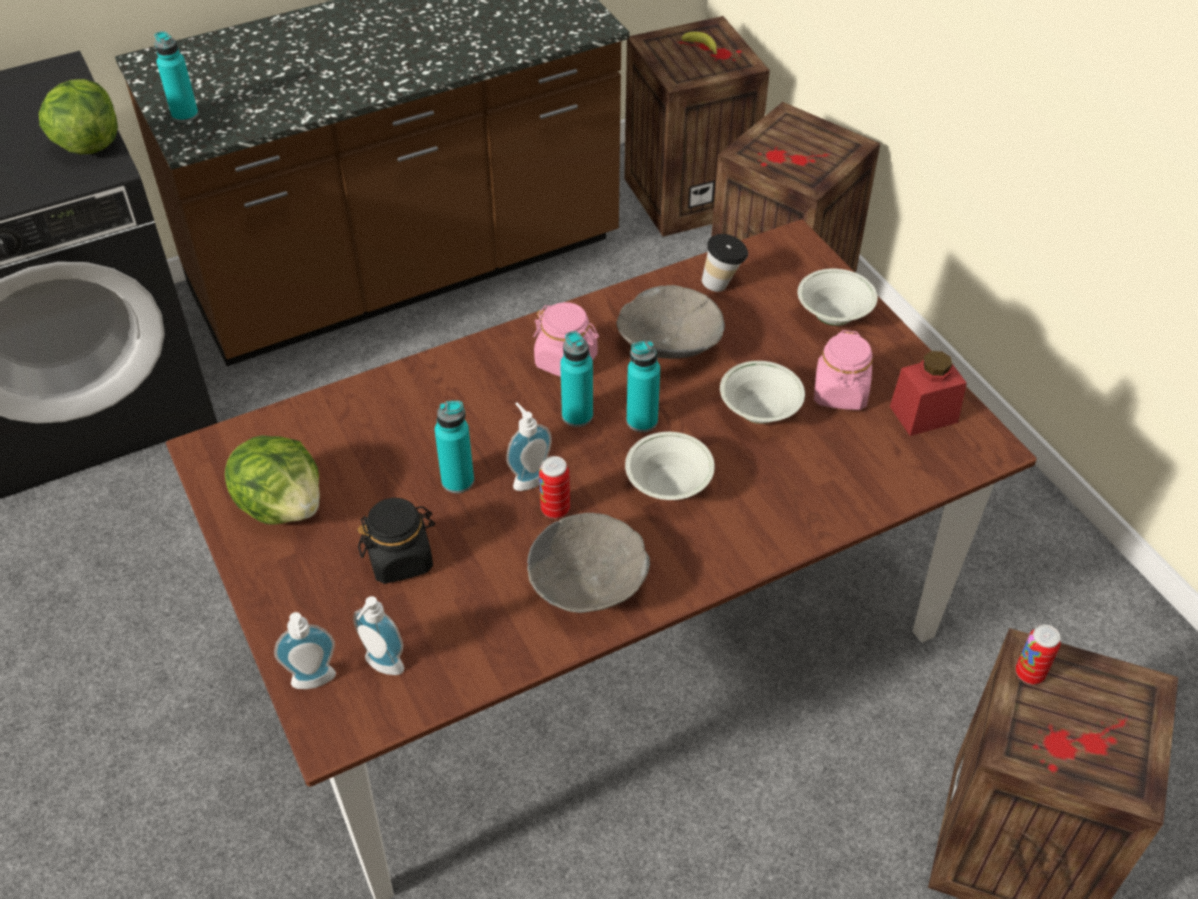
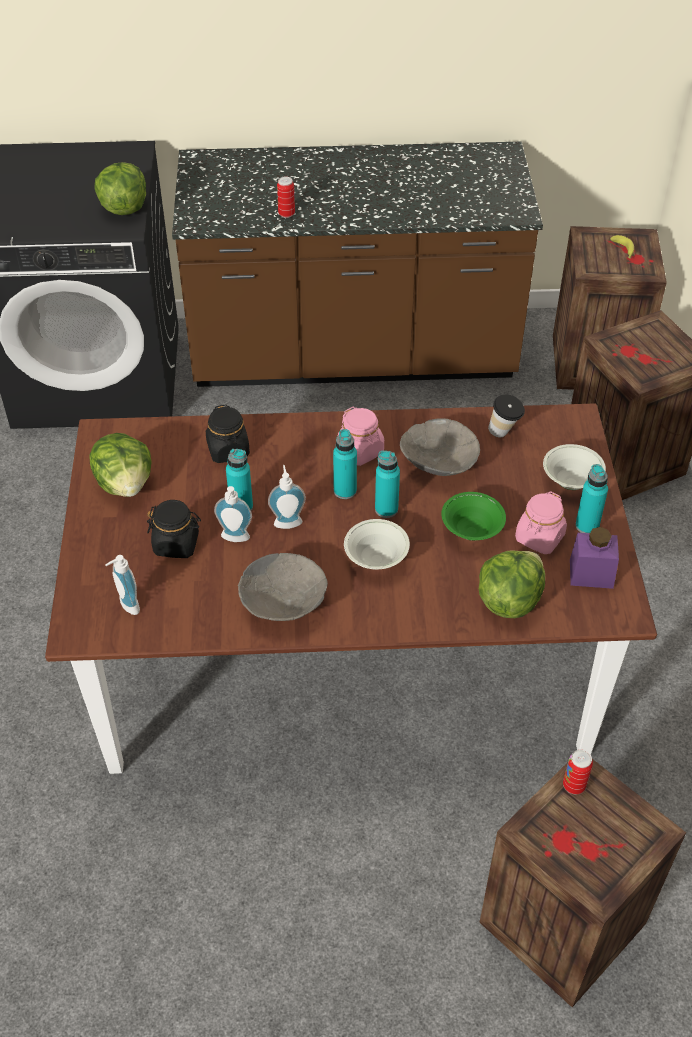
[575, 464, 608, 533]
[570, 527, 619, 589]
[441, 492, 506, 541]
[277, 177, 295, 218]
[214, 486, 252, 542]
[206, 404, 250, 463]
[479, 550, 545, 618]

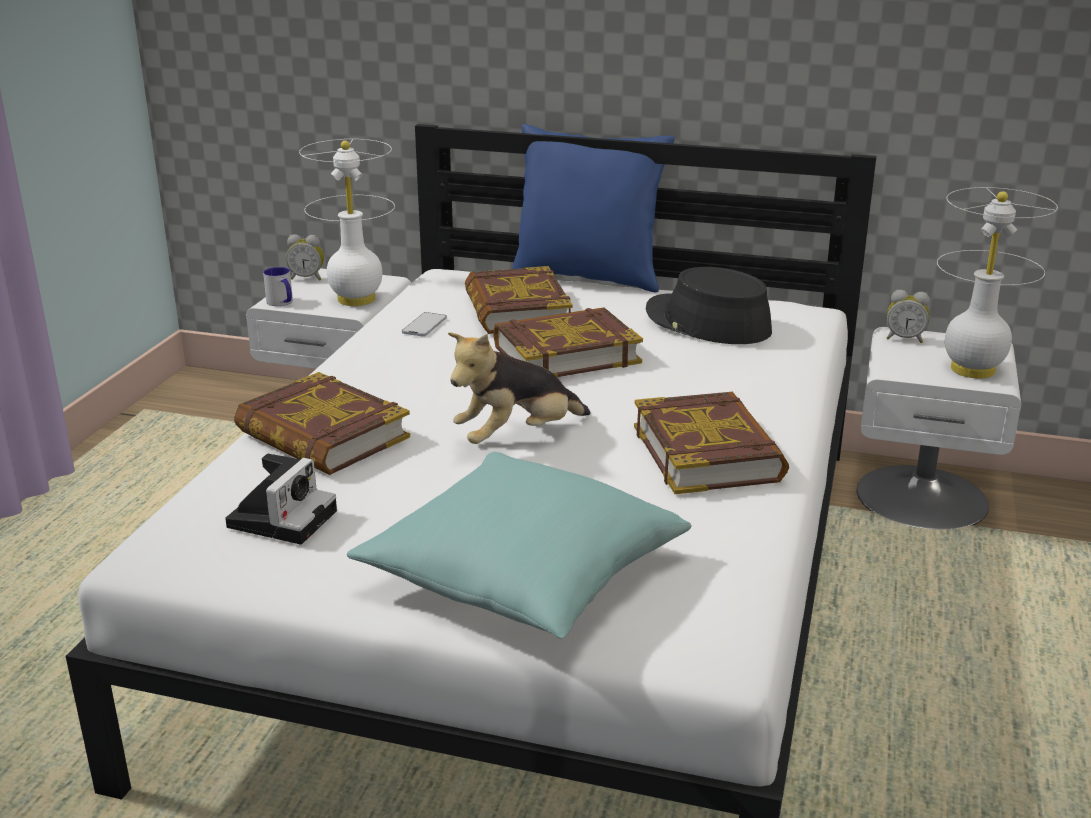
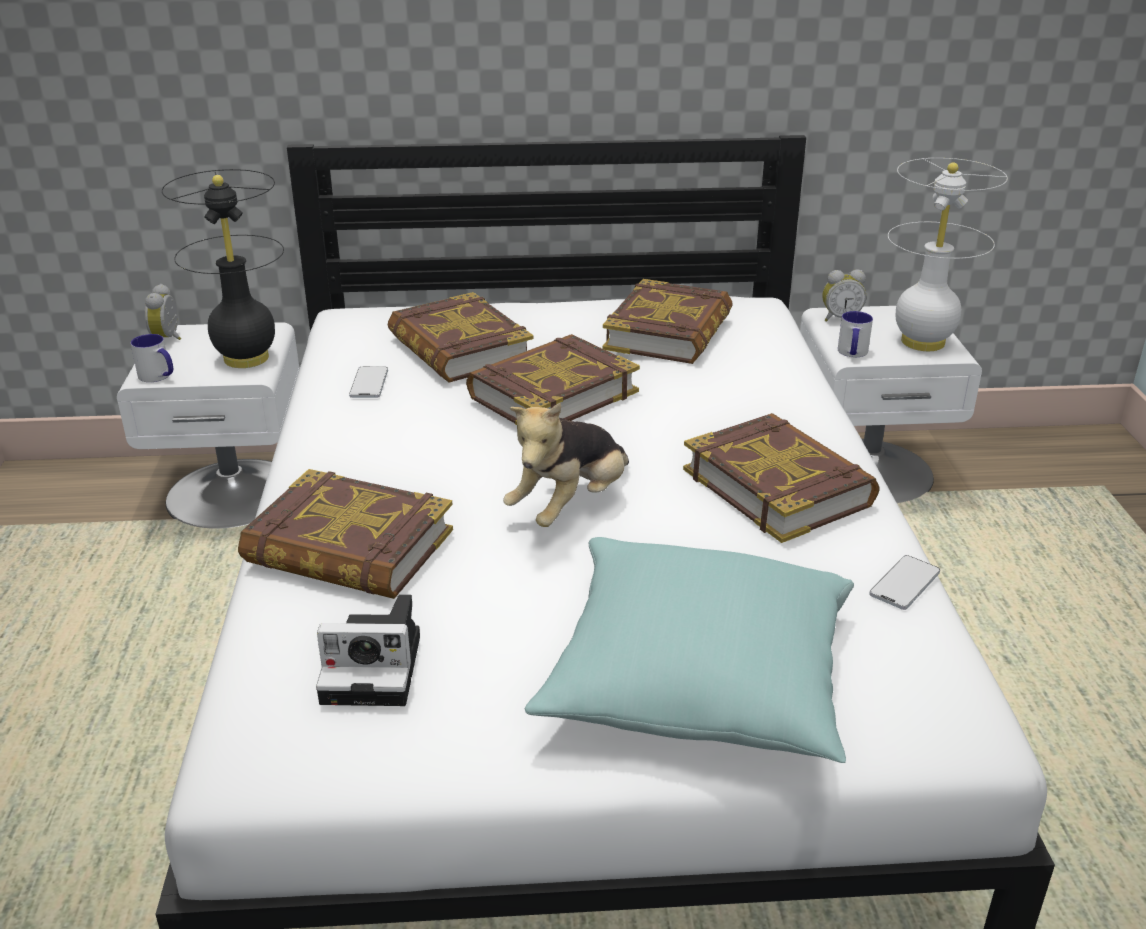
[512, 124, 675, 292] (first image)
[162, 169, 284, 368]
[145, 284, 181, 340]
[602, 279, 733, 364]
[316, 594, 420, 706]
[838, 311, 873, 357]
[869, 555, 940, 610]

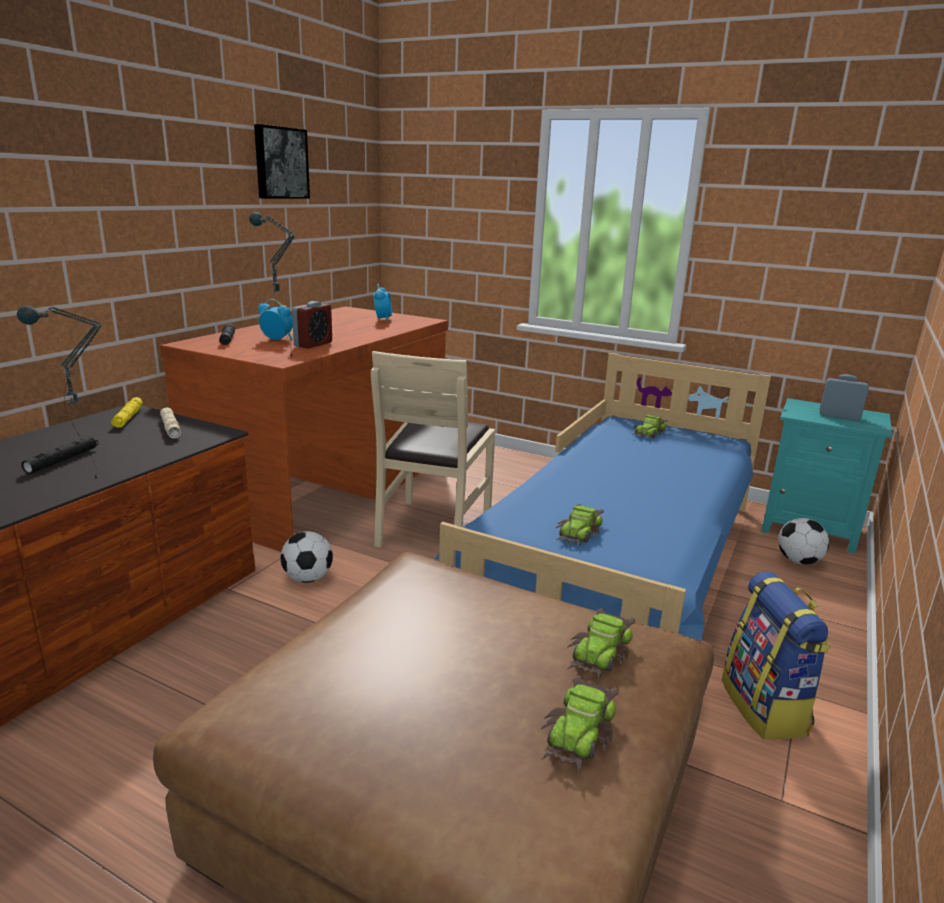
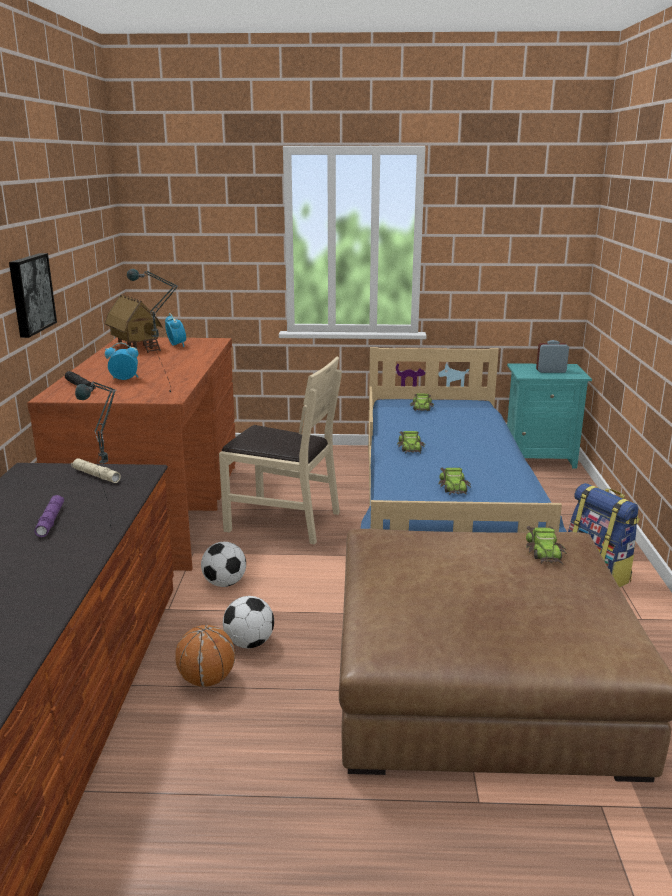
[9, 253, 57, 338]
[292, 301, 332, 349] (first image)
[219, 357, 342, 545]
[111, 397, 143, 428] (first image)
[34, 495, 64, 537]
[223, 596, 274, 648]
[397, 431, 425, 453]
[105, 295, 163, 353]
[175, 625, 235, 687]

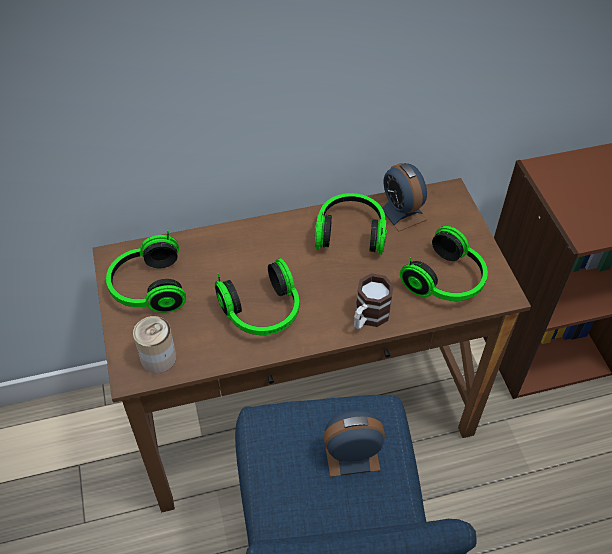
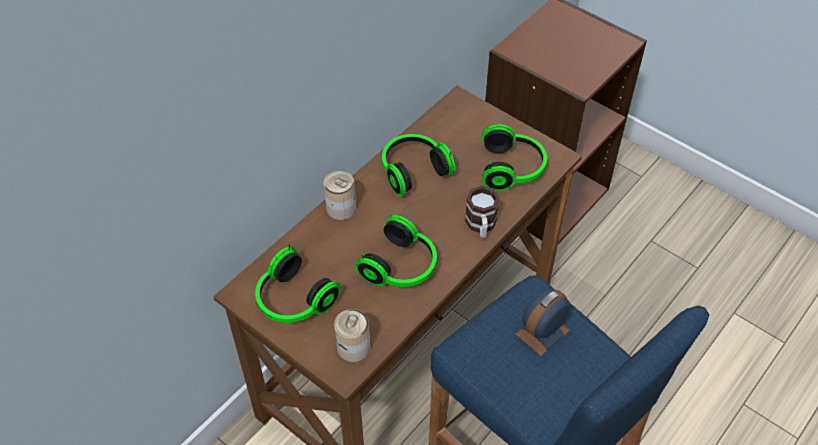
[378, 163, 427, 232] (first image)
[324, 171, 356, 220]

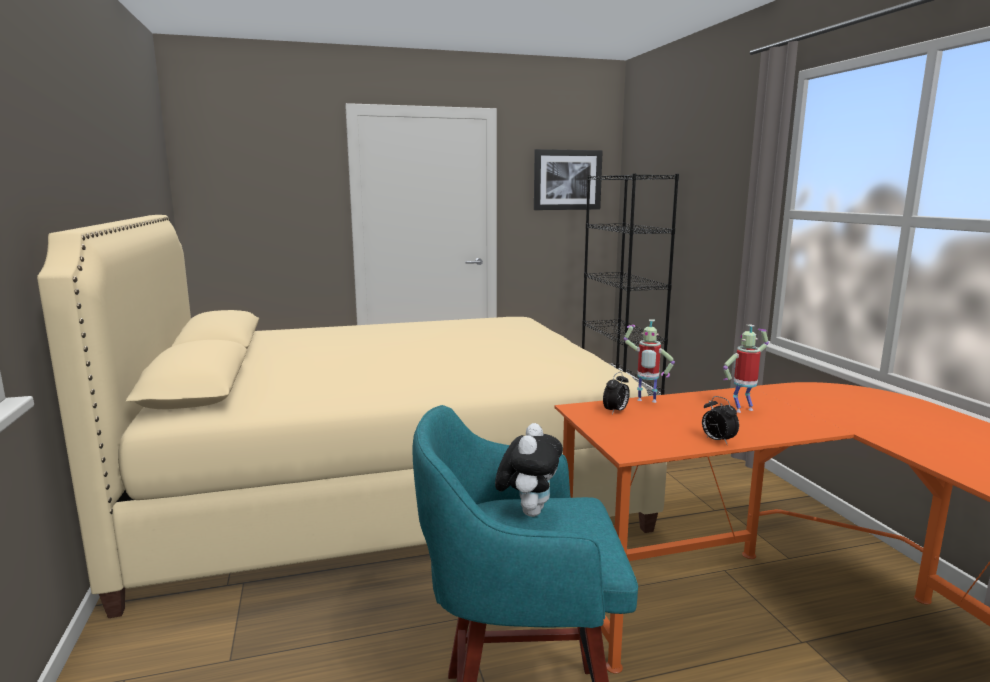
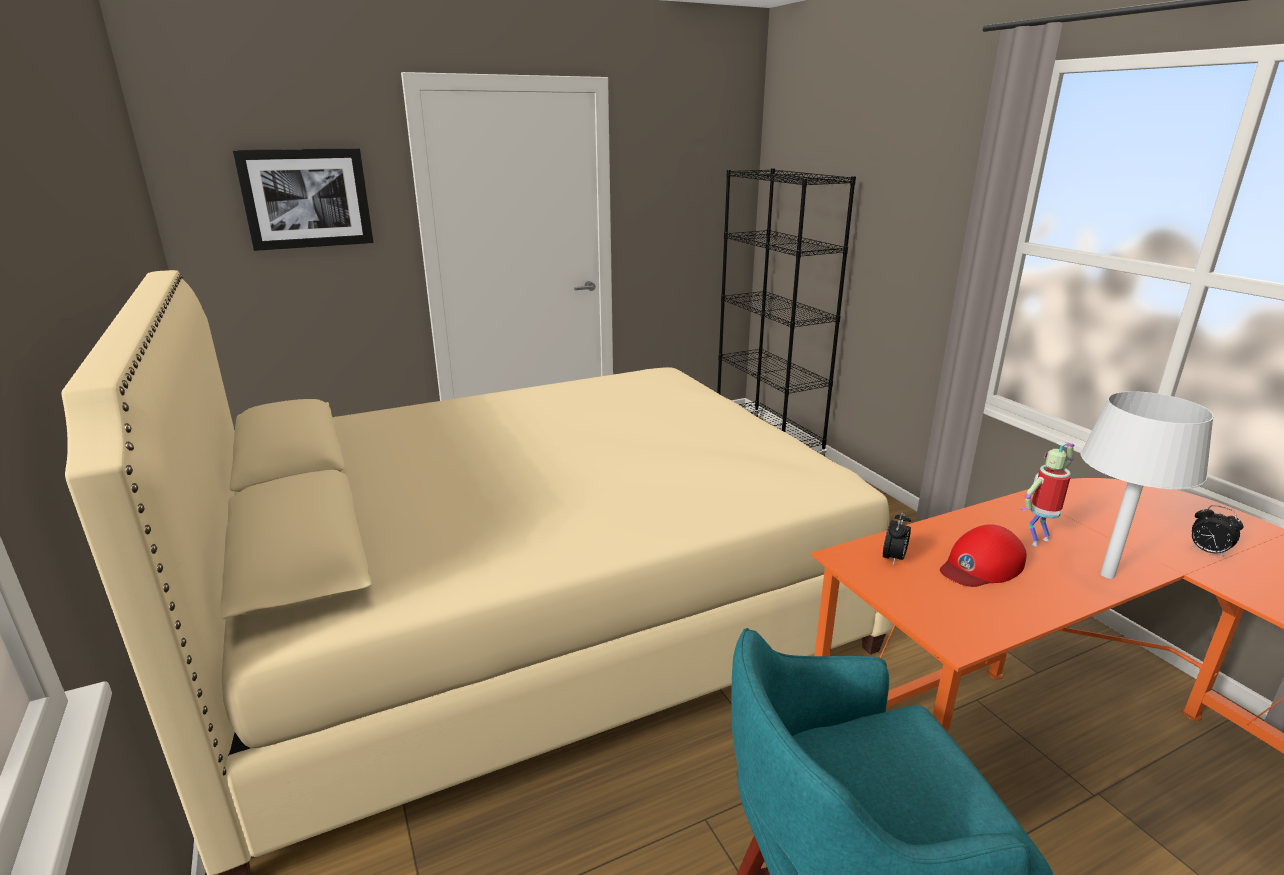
[233, 148, 374, 251]
[624, 319, 675, 403] (first image)
[1192, 505, 1244, 557]
[495, 423, 563, 517] (first image)
[1081, 391, 1214, 579]
[940, 524, 1027, 587]

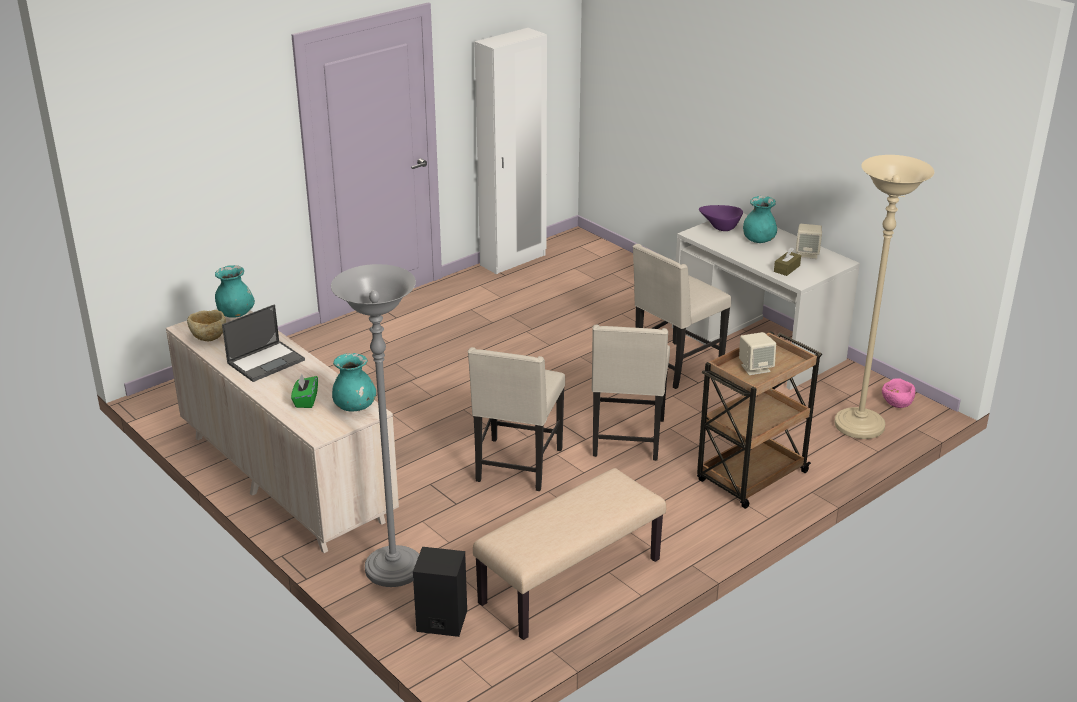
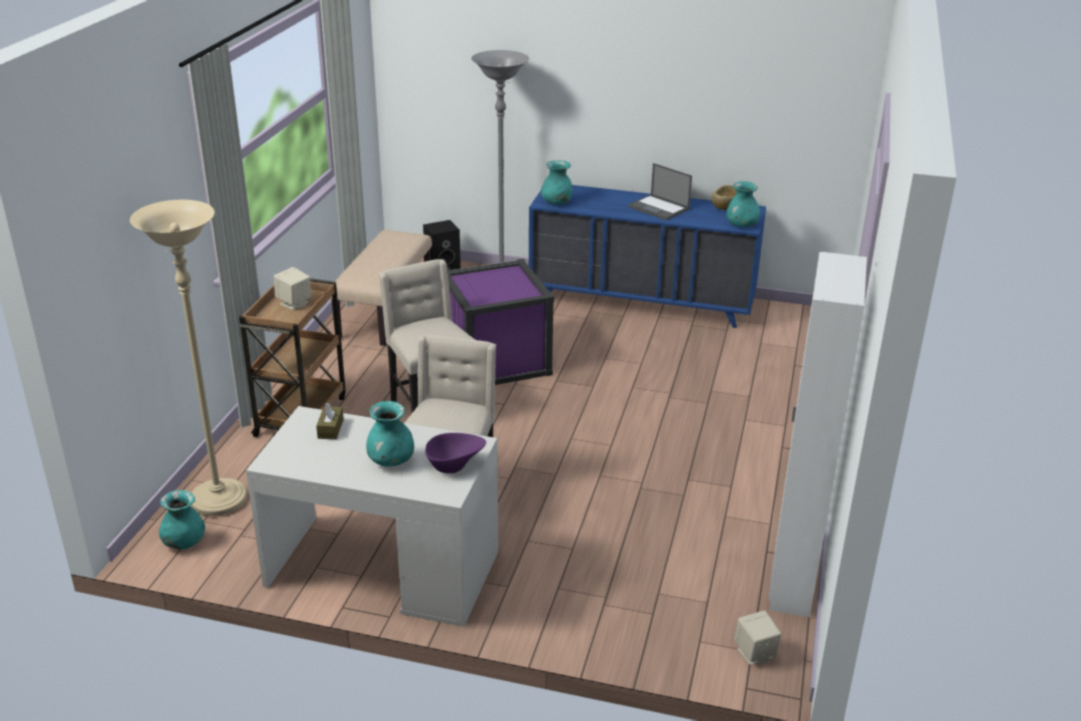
[734, 610, 781, 665]
[628, 163, 692, 221]
[529, 185, 766, 328]
[447, 259, 554, 385]
[291, 374, 318, 408] (first image)
[159, 490, 205, 549]

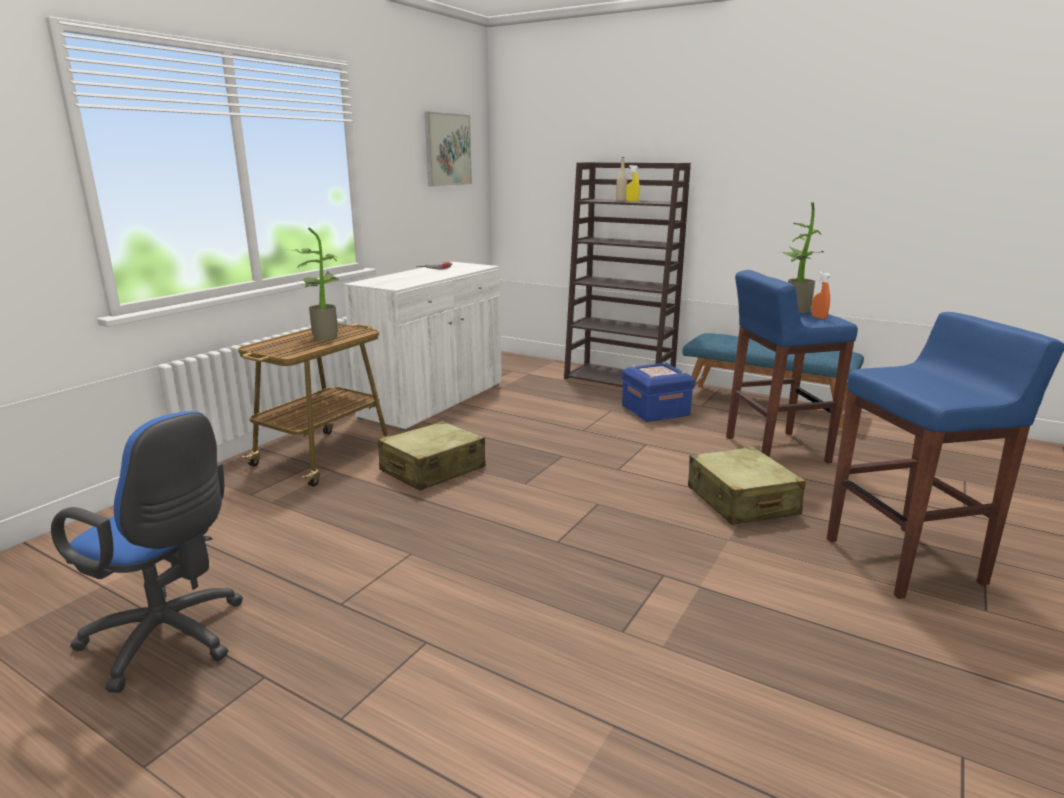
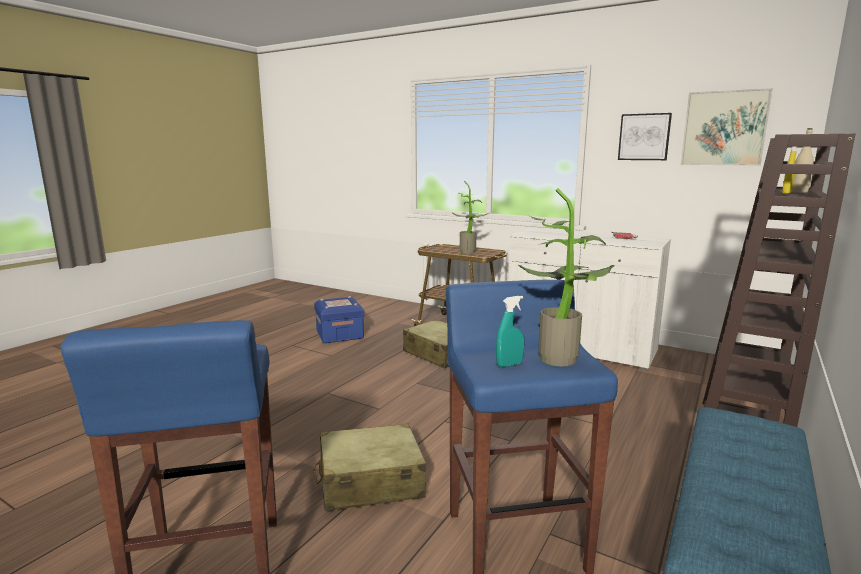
[496, 296, 524, 367]
[314, 296, 364, 343]
[51, 411, 243, 693] (first image)
[618, 113, 672, 160]

